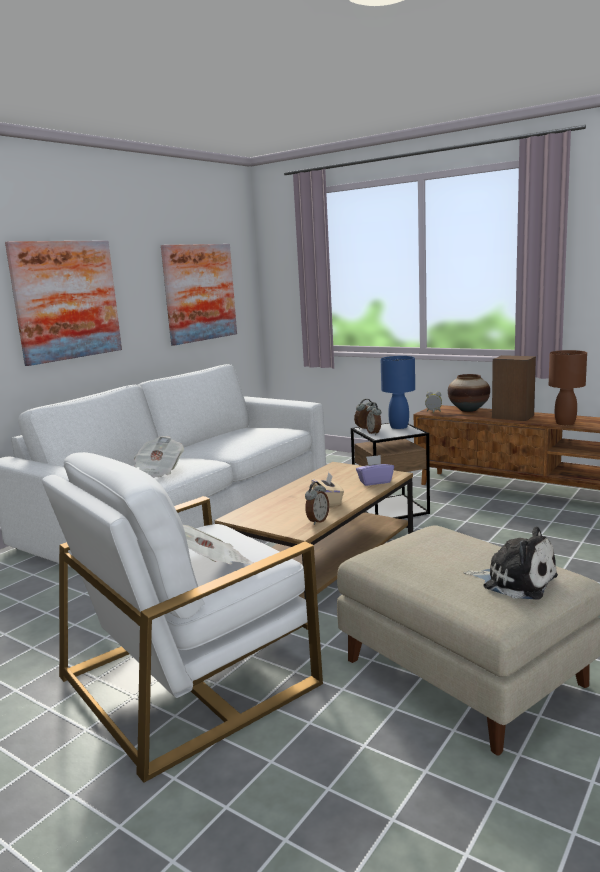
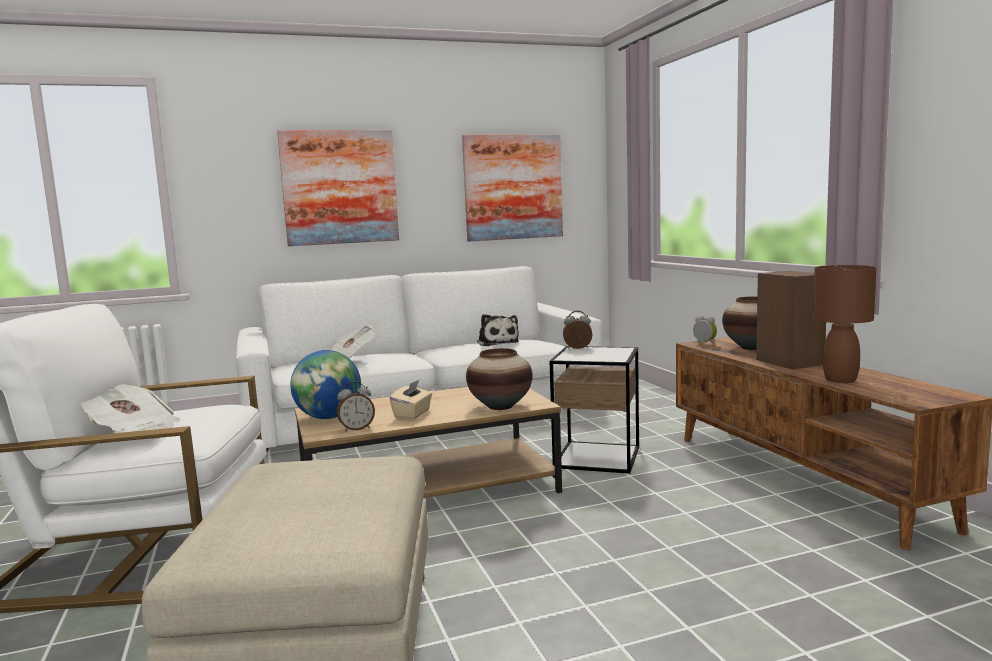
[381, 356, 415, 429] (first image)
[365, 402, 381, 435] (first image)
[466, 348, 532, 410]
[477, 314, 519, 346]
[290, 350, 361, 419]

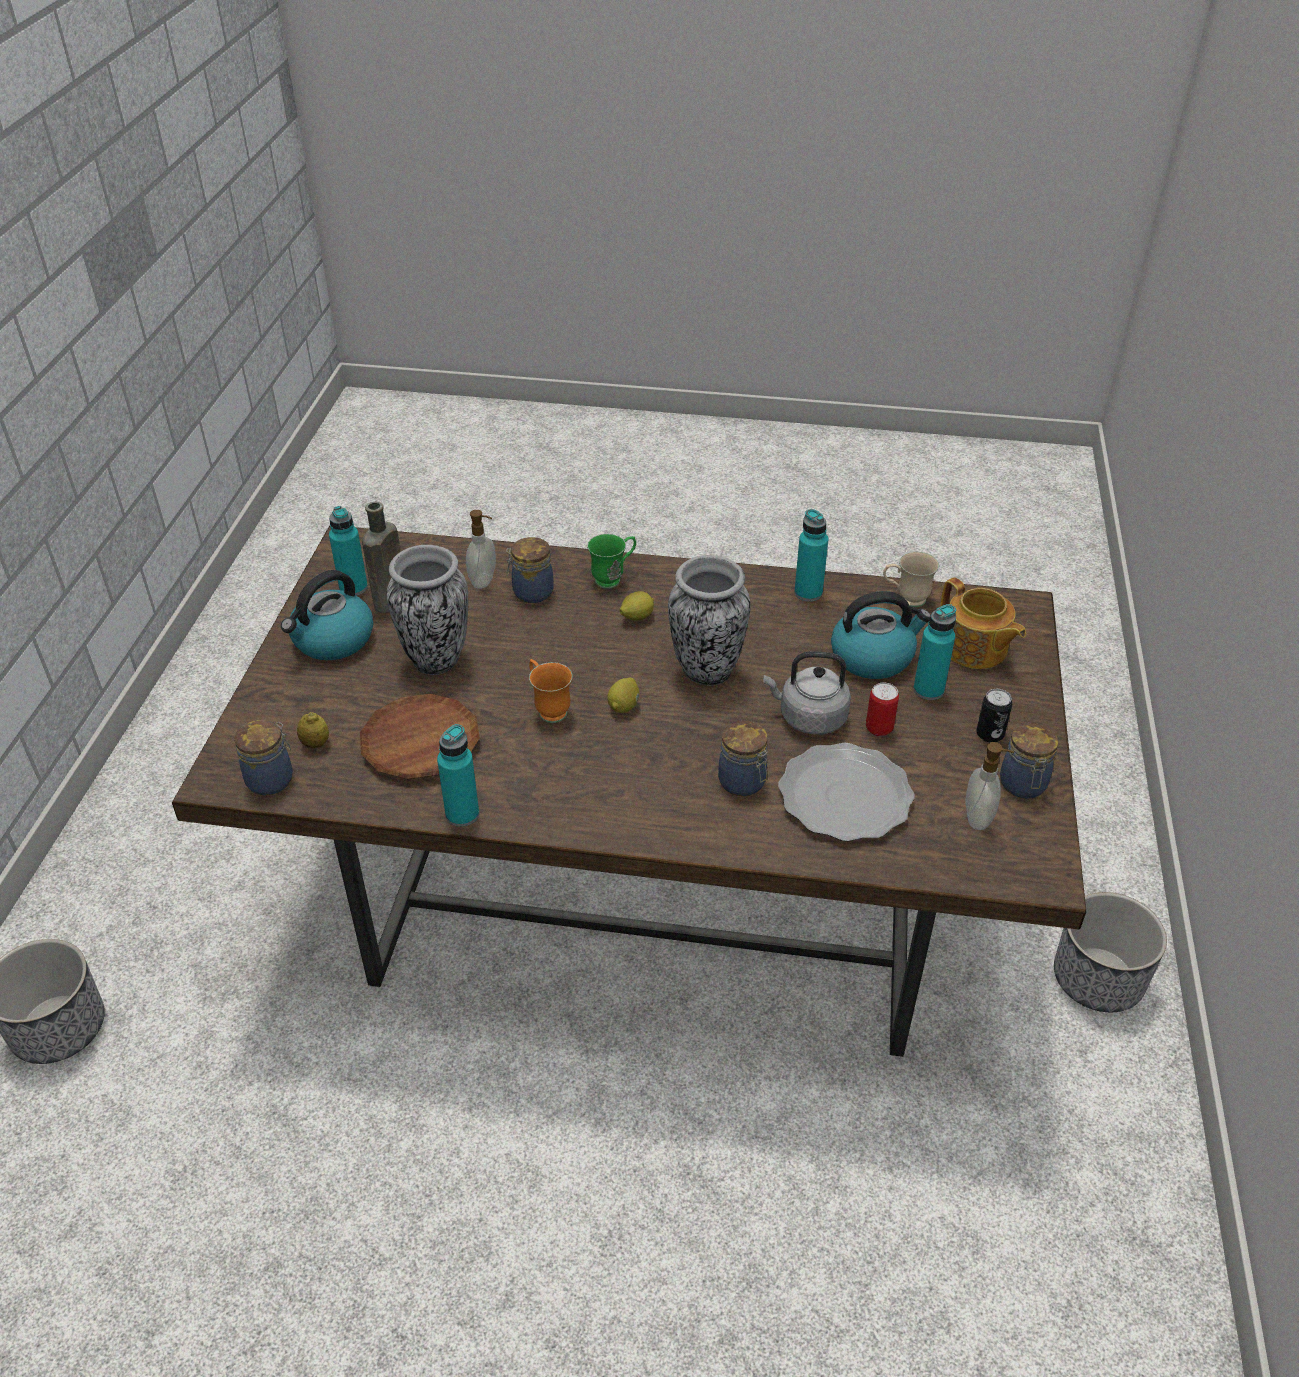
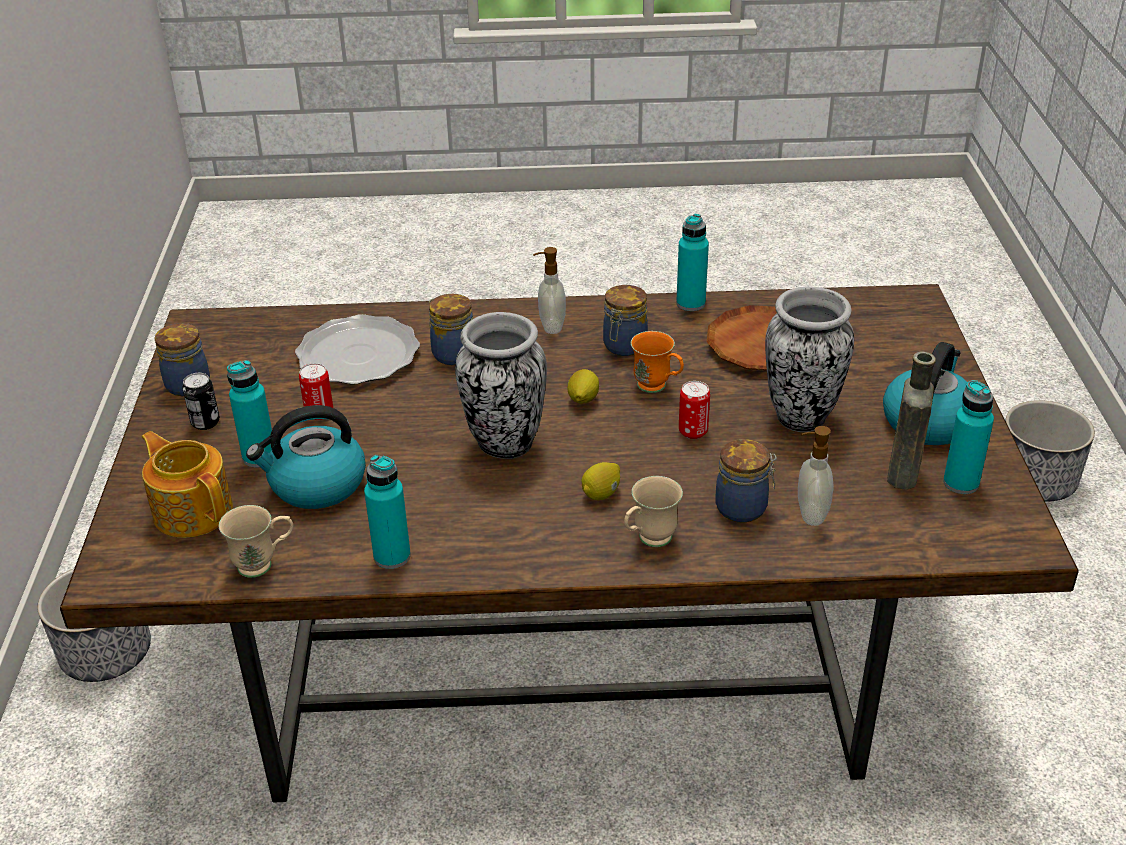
[624, 476, 683, 547]
[763, 651, 851, 735] (first image)
[297, 712, 329, 748] (first image)
[603, 285, 648, 356]
[533, 247, 566, 334]
[679, 381, 710, 439]

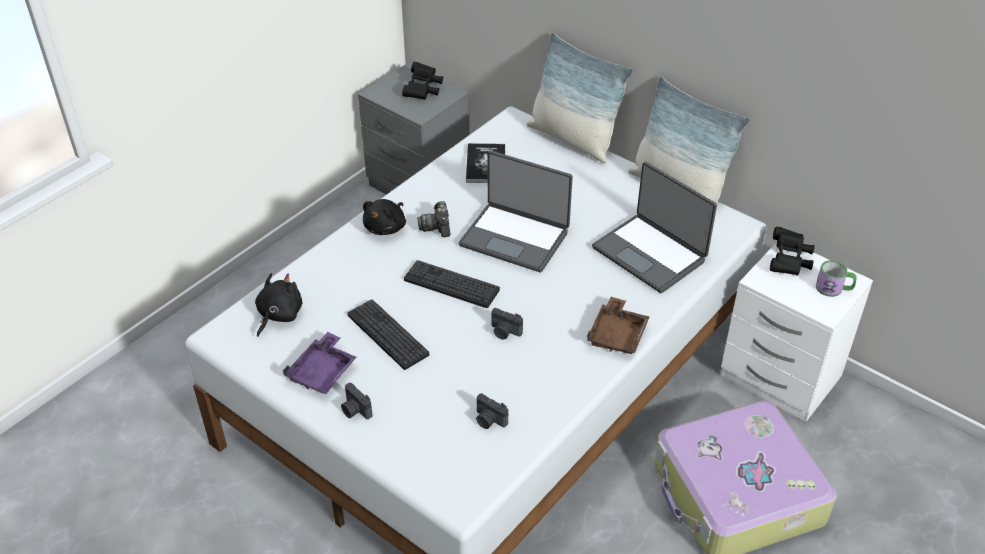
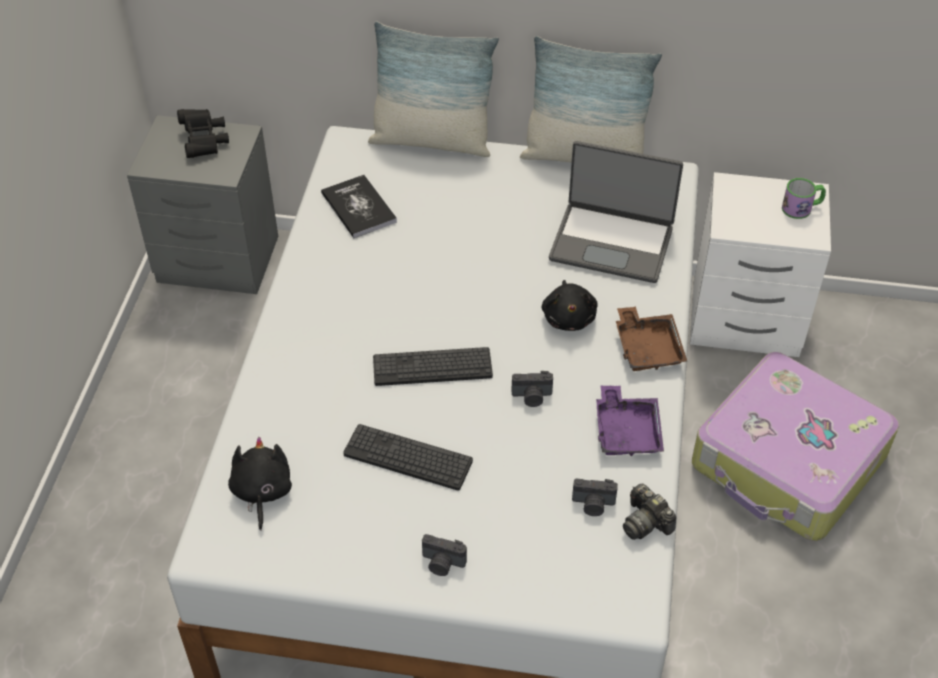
[459, 150, 573, 272] (first image)
[542, 280, 598, 331]
[623, 484, 676, 540]
[770, 227, 815, 276] (first image)
[596, 385, 664, 456]

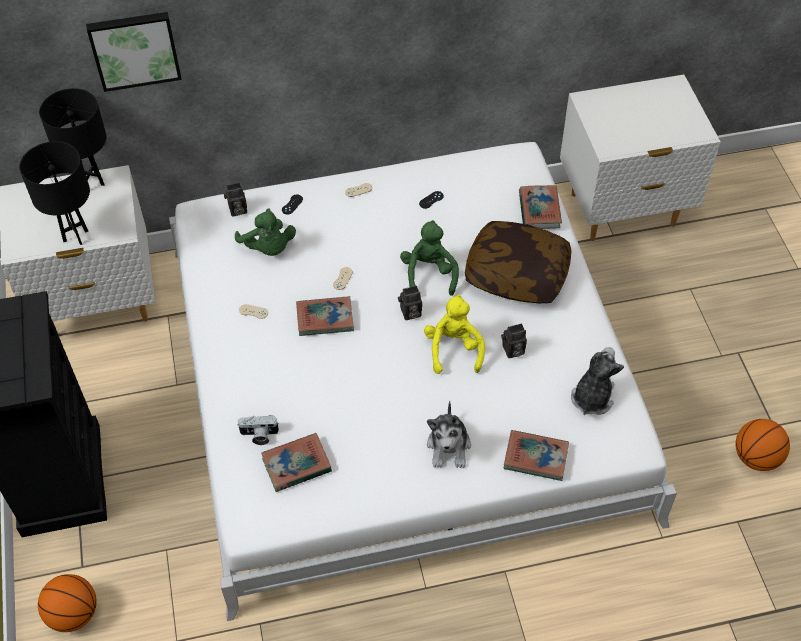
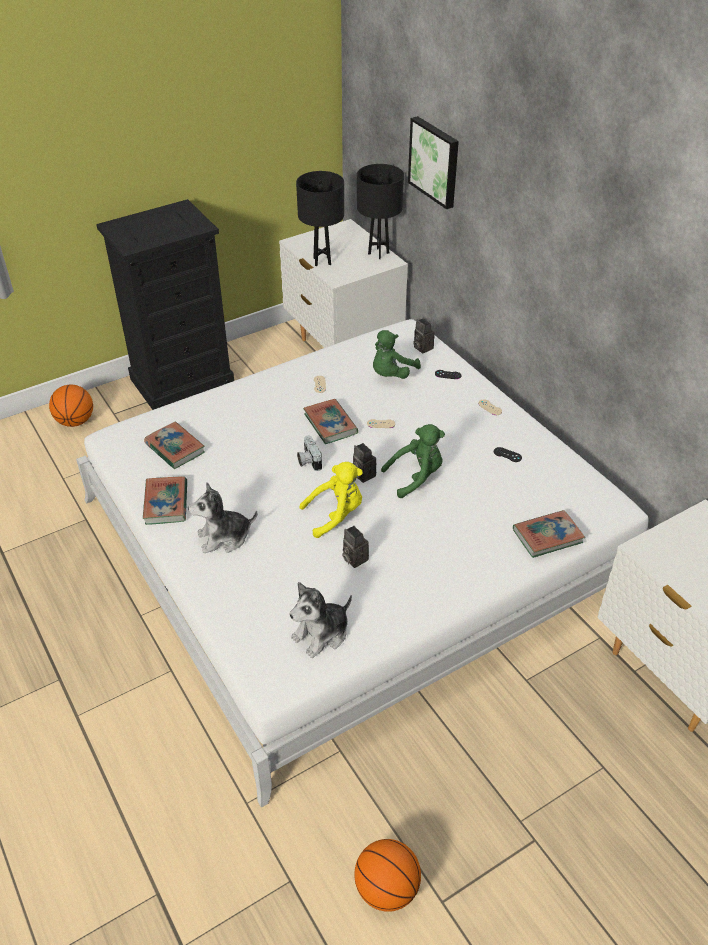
[465, 221, 571, 303] (first image)
[290, 582, 352, 658]
[297, 436, 322, 471]
[143, 476, 187, 525]

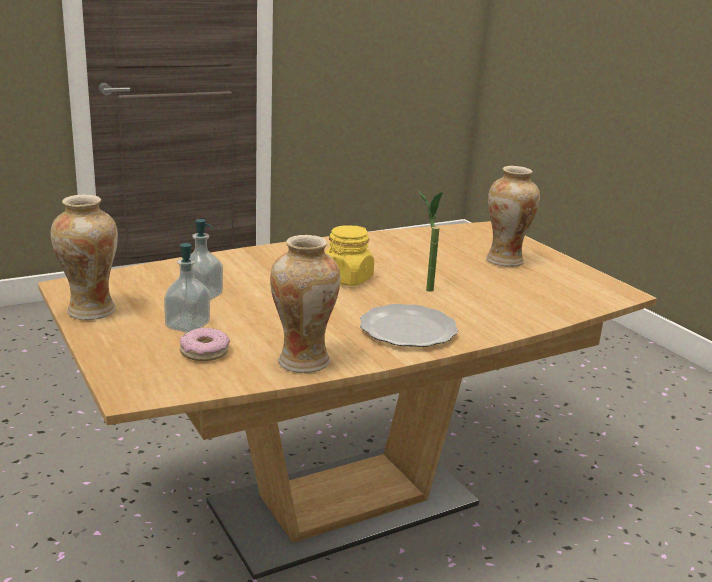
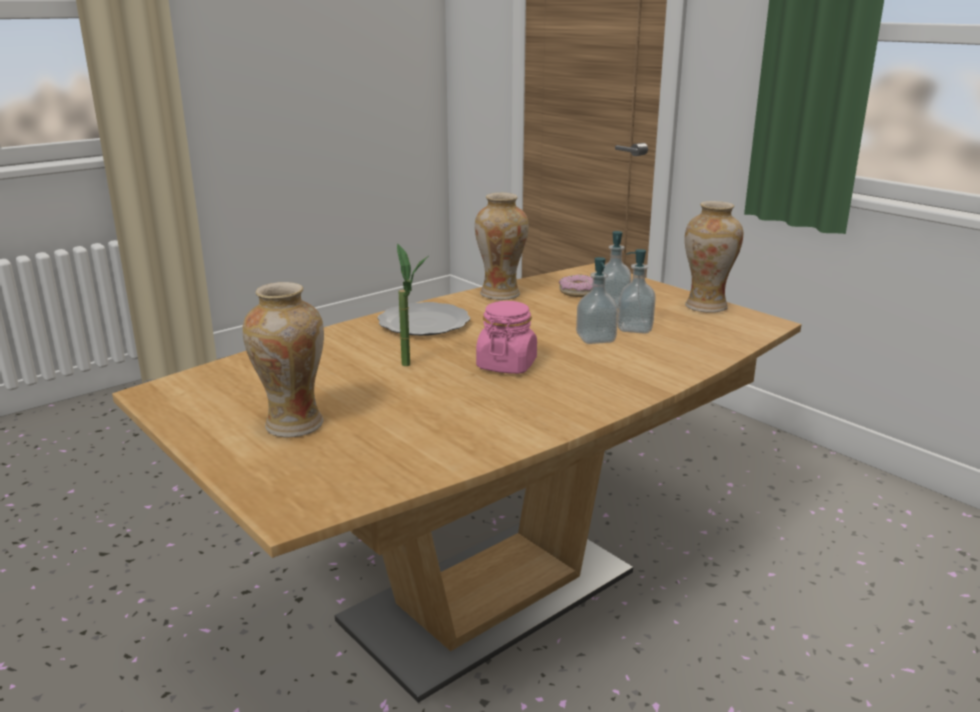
[476, 301, 537, 374]
[576, 257, 618, 344]

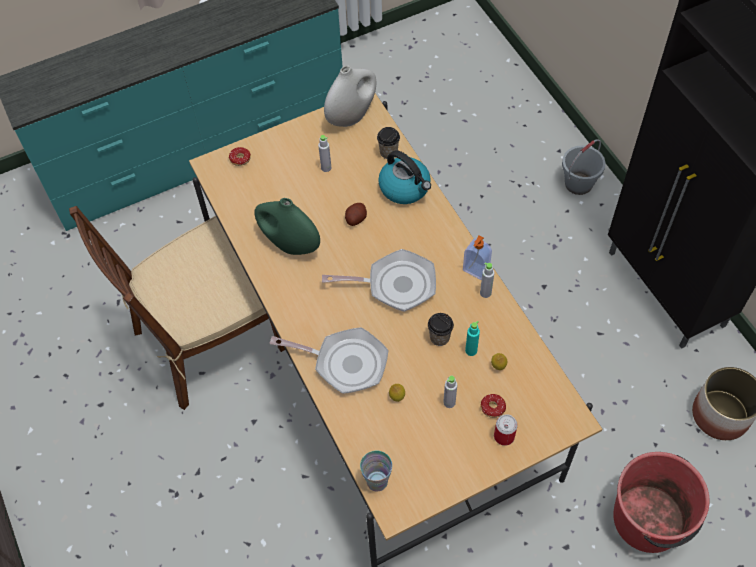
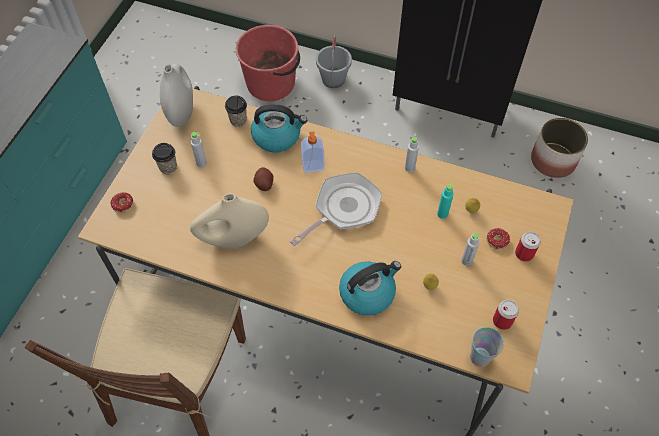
[190, 193, 269, 248]
[301, 132, 325, 173]
[152, 143, 177, 174]
[339, 261, 401, 316]
[236, 25, 300, 101]
[493, 300, 519, 330]

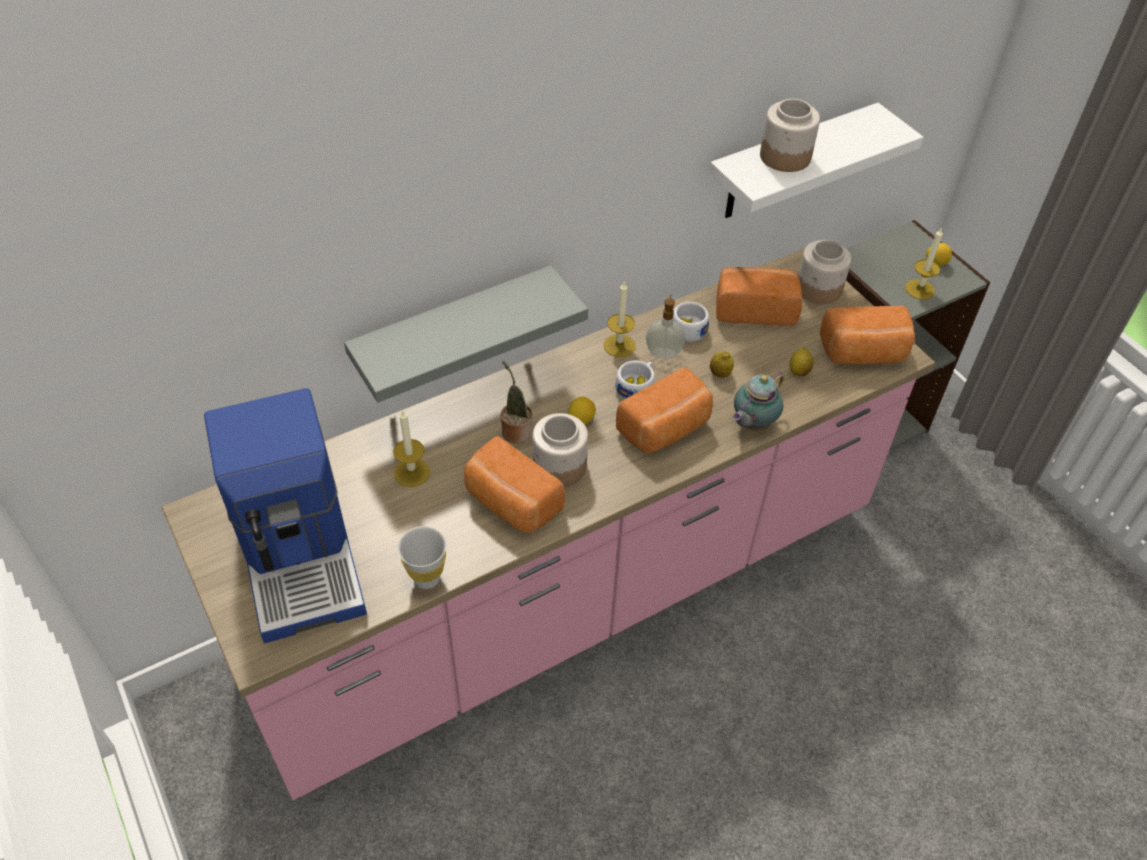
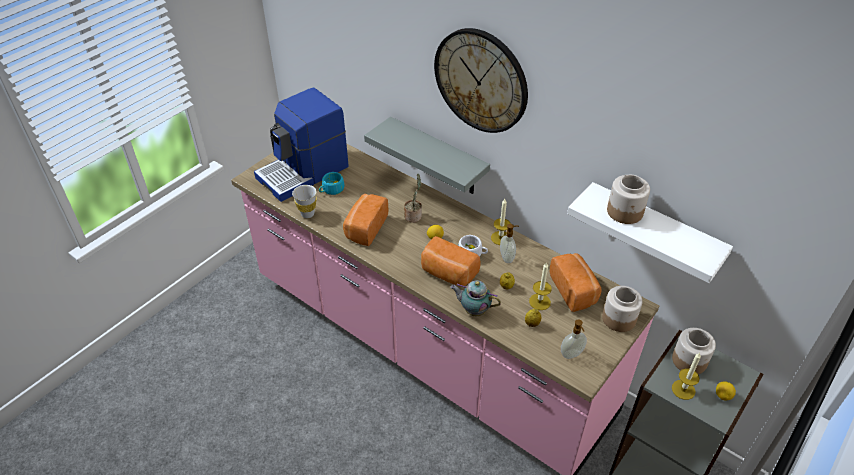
[673, 302, 709, 342] (first image)
[561, 319, 587, 359]
[529, 262, 552, 310]
[672, 328, 716, 374]
[434, 28, 528, 133]
[319, 172, 344, 195]

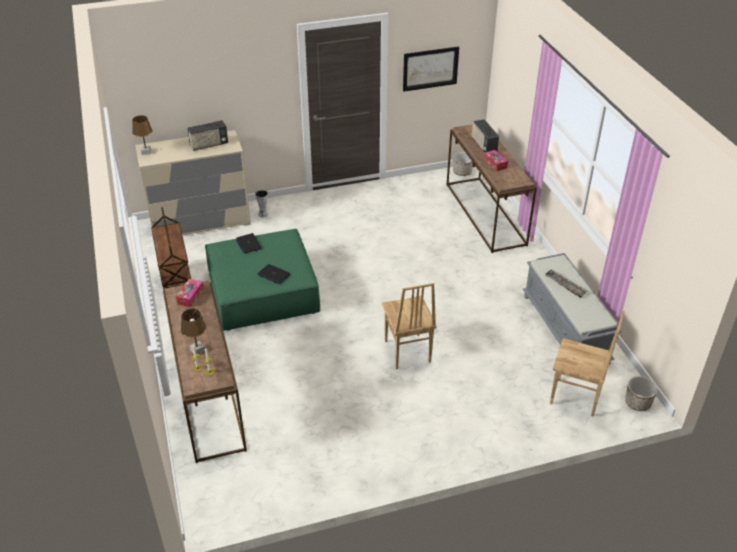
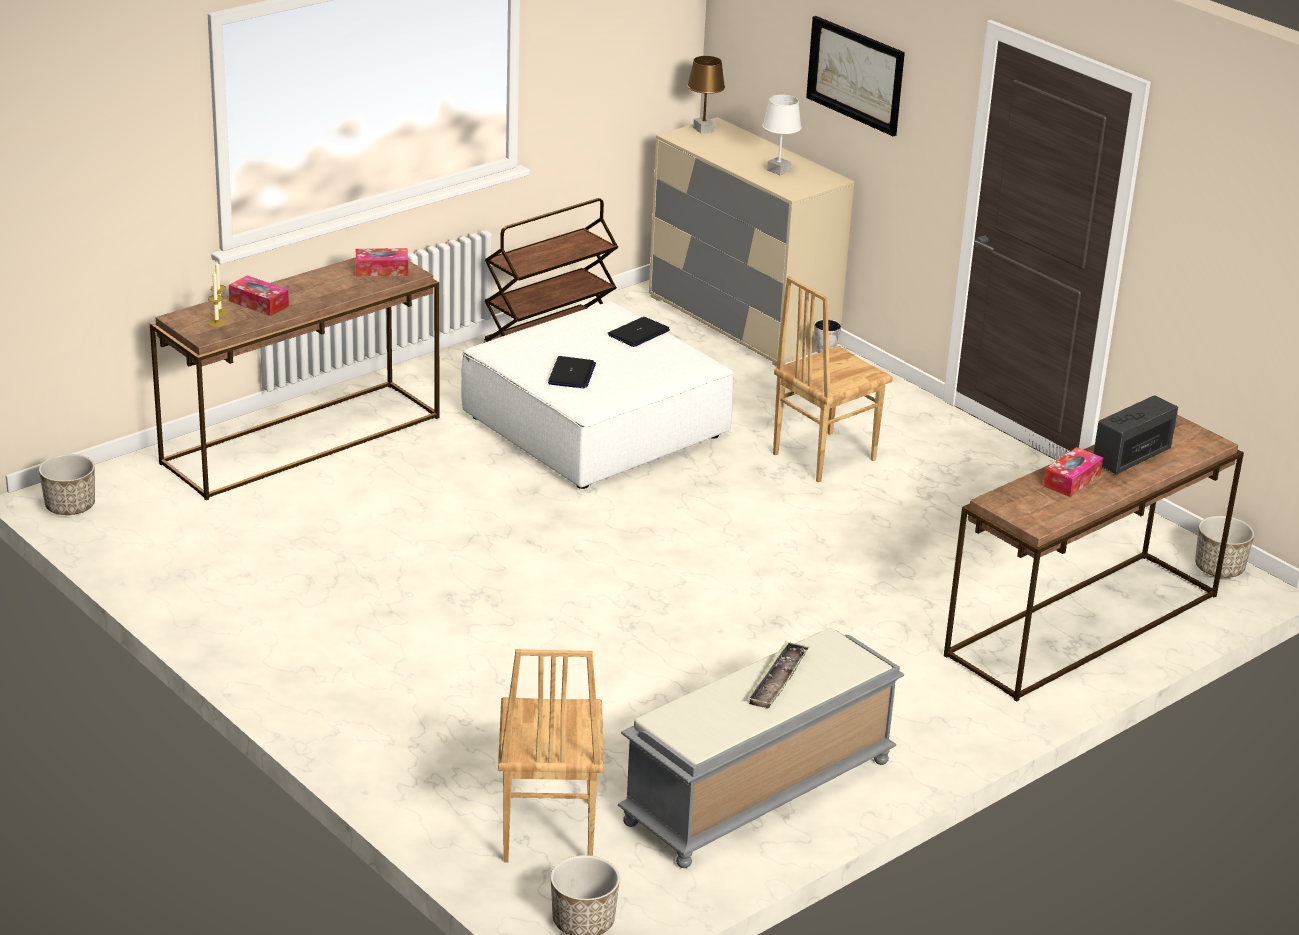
[806, 16, 905, 136]
[762, 95, 802, 175]
[461, 301, 733, 489]
[773, 276, 893, 482]
[229, 275, 289, 316]
[39, 454, 95, 515]

